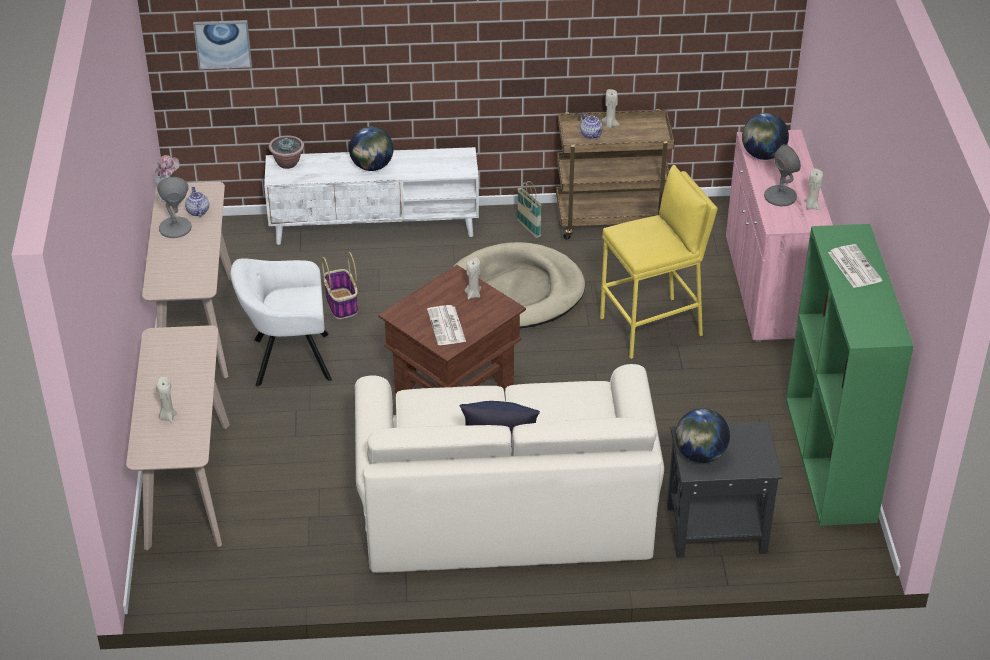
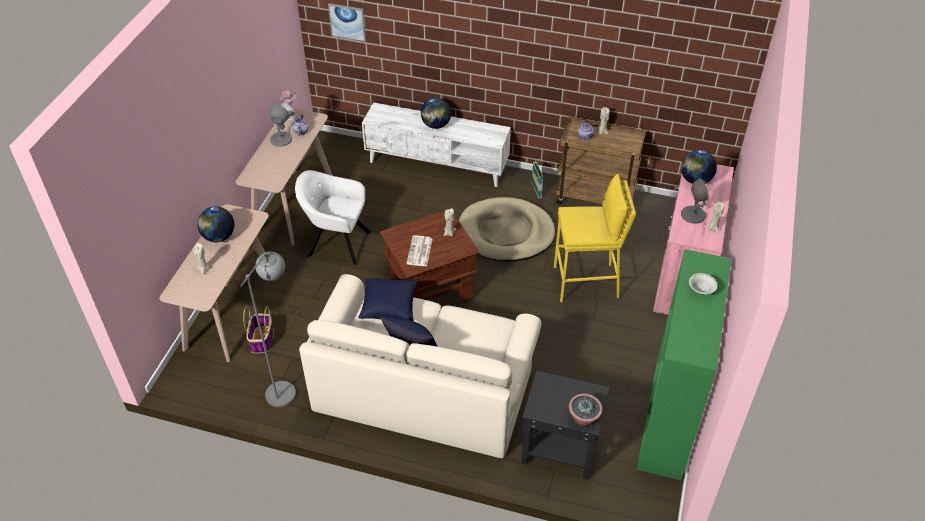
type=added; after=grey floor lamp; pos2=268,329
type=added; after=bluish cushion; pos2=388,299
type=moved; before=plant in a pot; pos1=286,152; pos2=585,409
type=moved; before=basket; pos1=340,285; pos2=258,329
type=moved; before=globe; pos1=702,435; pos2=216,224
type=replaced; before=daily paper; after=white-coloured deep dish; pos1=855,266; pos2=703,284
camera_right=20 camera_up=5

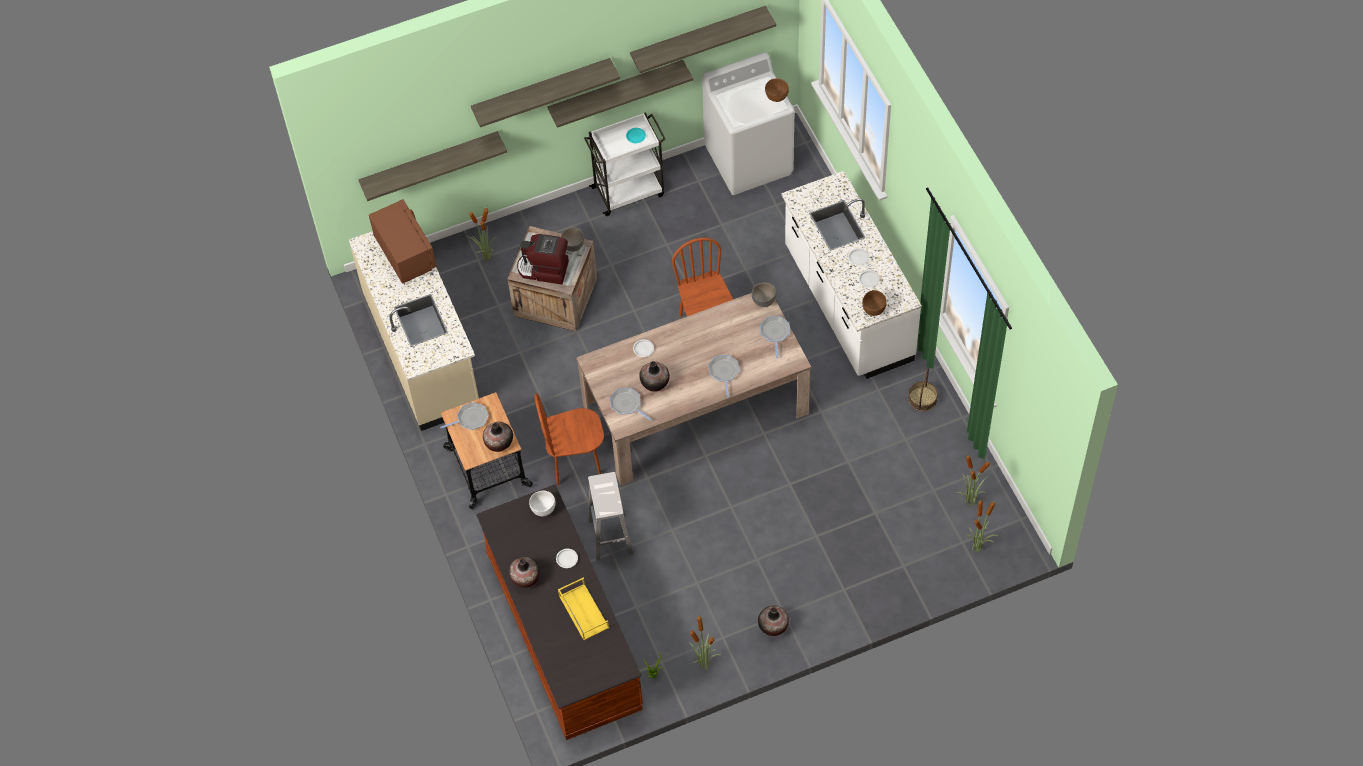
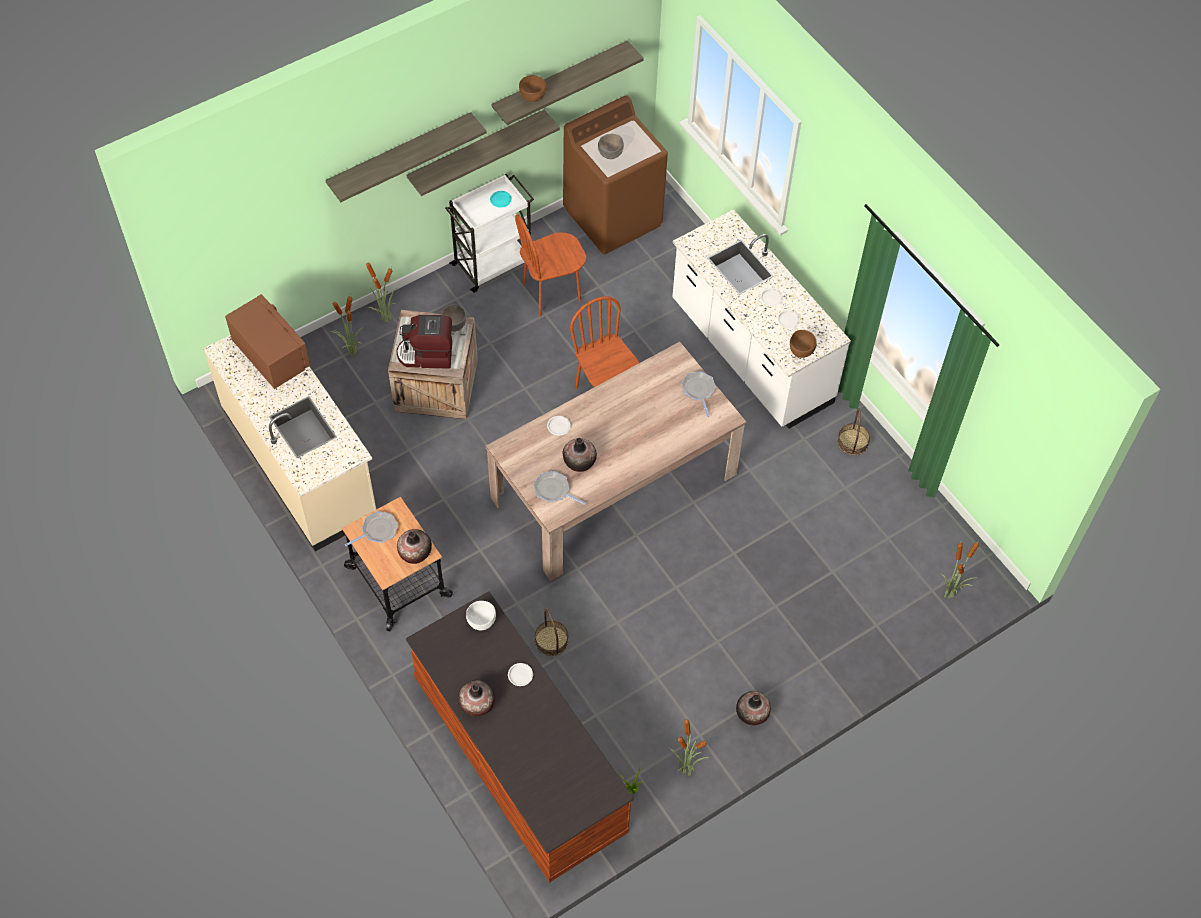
type=removed; before=bracket shelf; pos1=432,166
type=removed; before=yellow-coloured serving tray; pos1=583,609
type=removed; before=pan; pos1=723,376
type=moved; before=brownish chair; pos1=569,439; pos2=550,265
type=moved; before=grey deep dish; pos1=764,295; pos2=611,146
type=moved; before=brownish deep dish; pos1=777,90; pos2=532,88
type=moved; before=plant in a pot; pos1=973,480; pos2=381,293
type=replaced; before=white-coloured sitting stool; after=basket; pos1=610,516; pos2=551,632
type=recoloured; before=white-coloured washing machine; after=brownish washing machine; pos1=748,123; pos2=615,175
camera_right=-15 camera_up=0

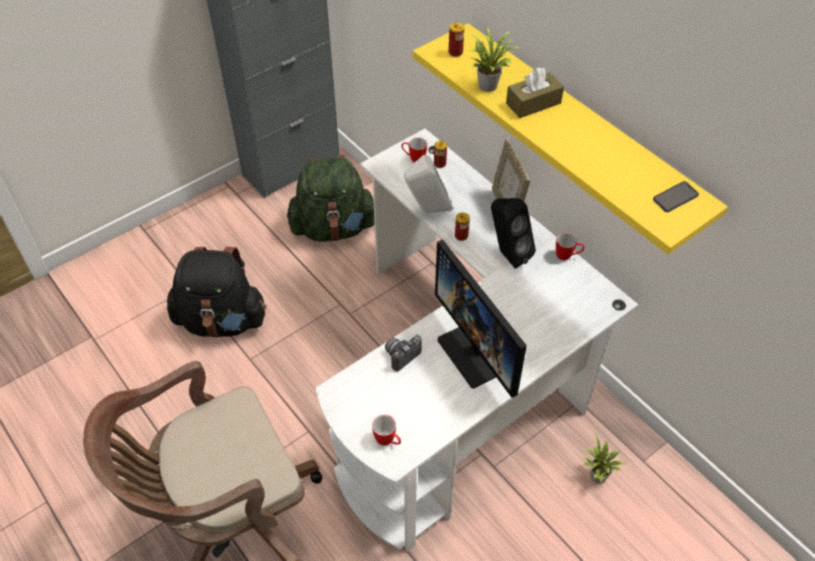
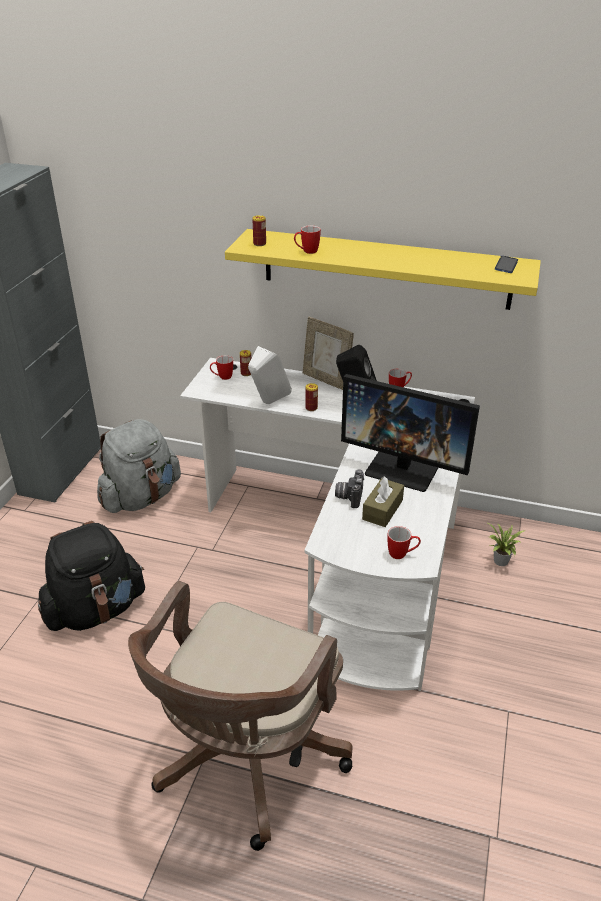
type=moved; before=brownish box of tissues; pos1=535,92; pos2=383,501
type=replaced; before=plant in a pot; after=mug; pos1=495,59; pos2=307,240
type=recoloured; before=greenish knapsack; after=grey knapsack; pos1=331,198; pos2=139,466
camera_right=-35 camera_up=-15

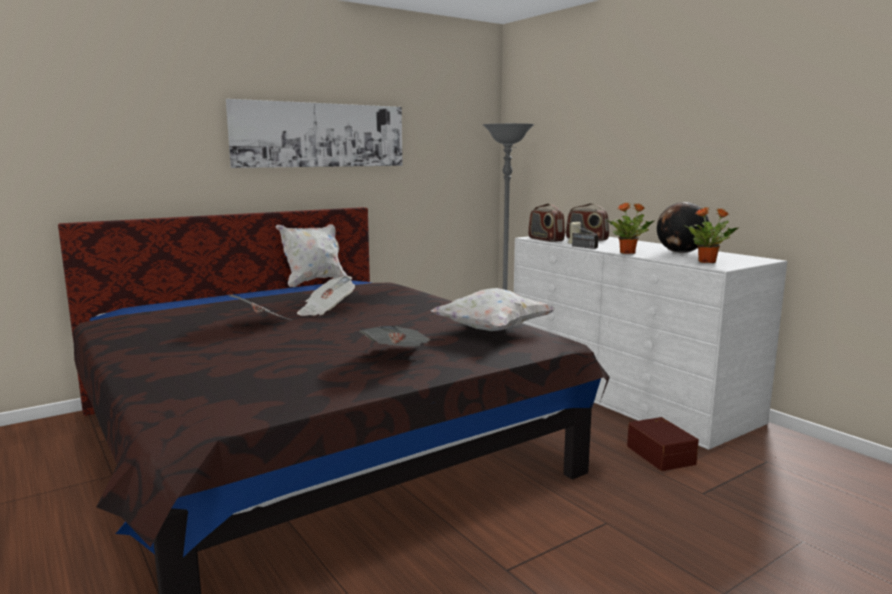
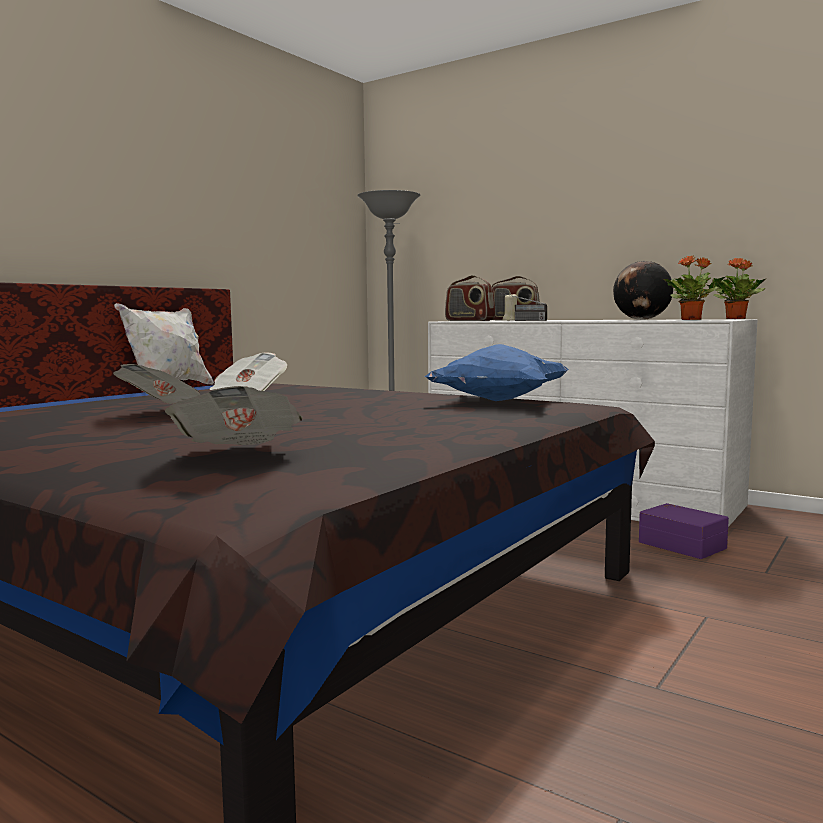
type=removed; before=picture; pos1=314,133
type=moved; before=daily paper; pos1=394,336; pos2=233,415
type=moved; before=plant in a pot; pos1=631,228; pos2=739,288
type=recoloured; before=white-coloured cushion; after=bluish cushion; pos1=493,309; pos2=496,372
type=recoloured; before=brownish storage box; after=purplish storage box; pos1=663,444; pos2=684,531
camera_right=-20 camera_up=-5

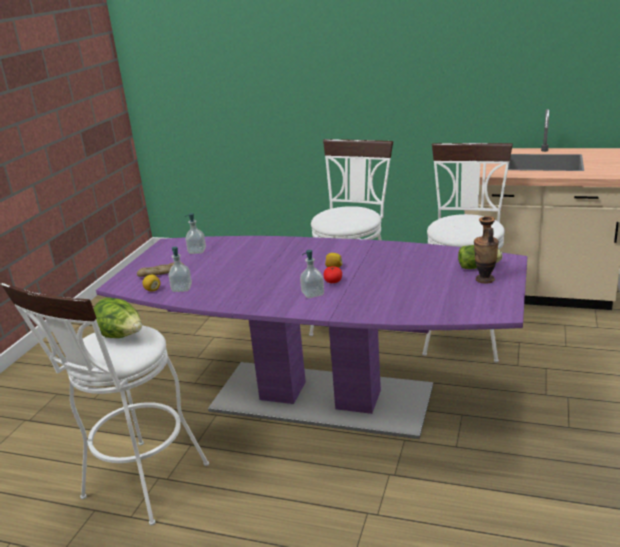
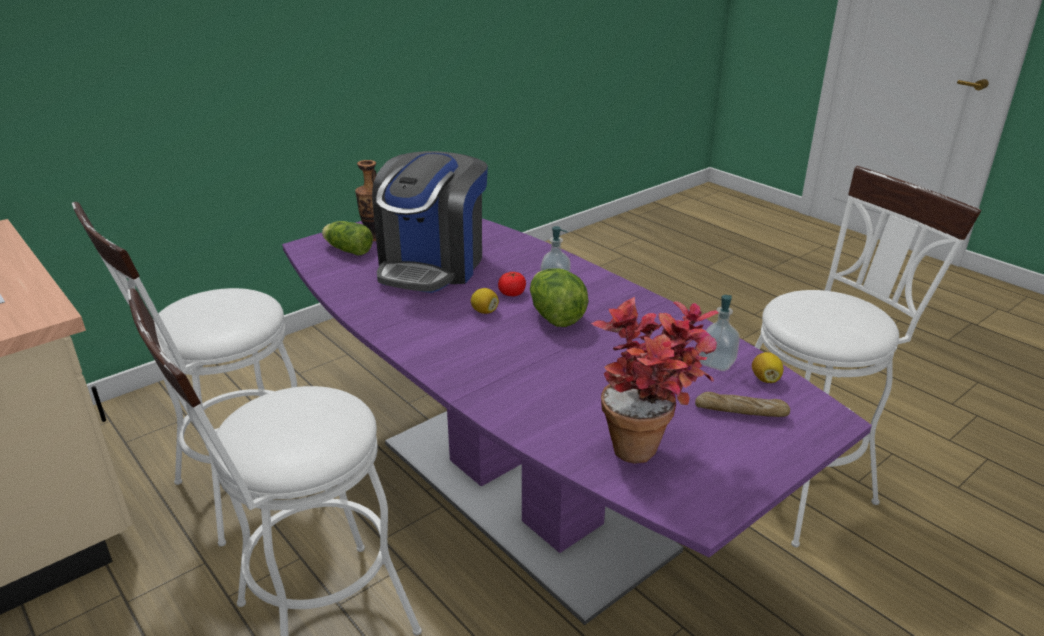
type=added; after=coffee maker; pos2=430,222
type=moved; before=lettuce head; pos1=117,317; pos2=559,298
type=replaced; before=liquid soap bottle; after=plant in a pot; pos1=195,233; pos2=654,380
camera_right=-150 camera_up=5

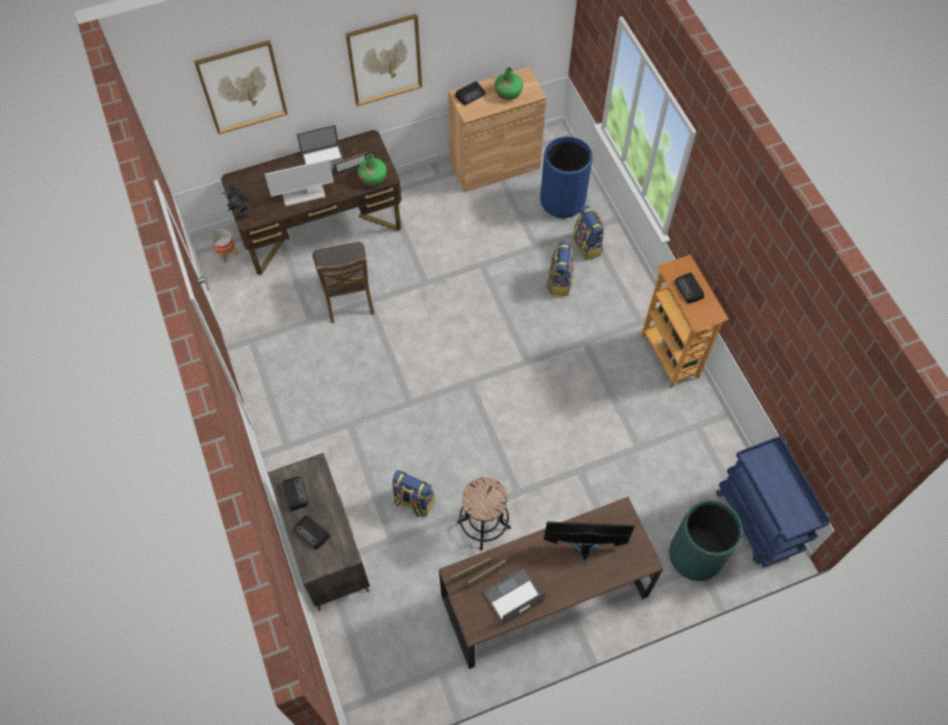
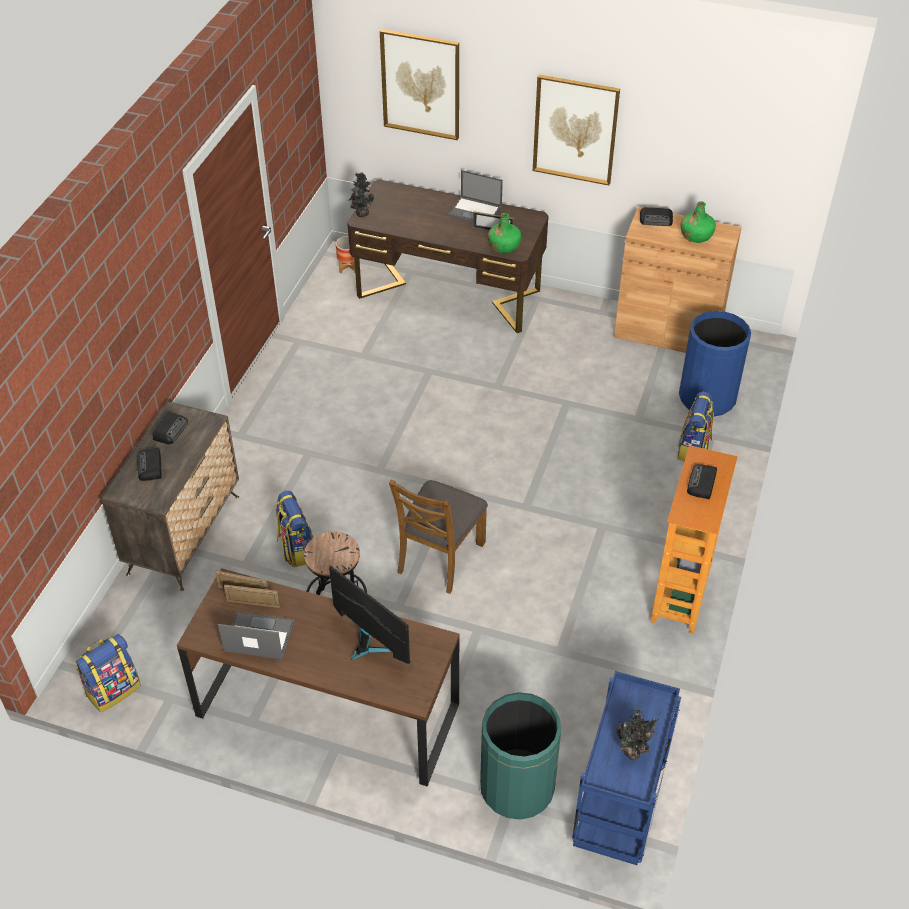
type=removed; before=monitor; pos1=299,182
type=added; after=plant in a pot; pos2=636,734
type=moved; before=brownish chair; pos1=343,282; pos2=438,537
type=moved; before=knapsack; pos1=560,268; pos2=108,673
camera_right=40 camera_up=-15

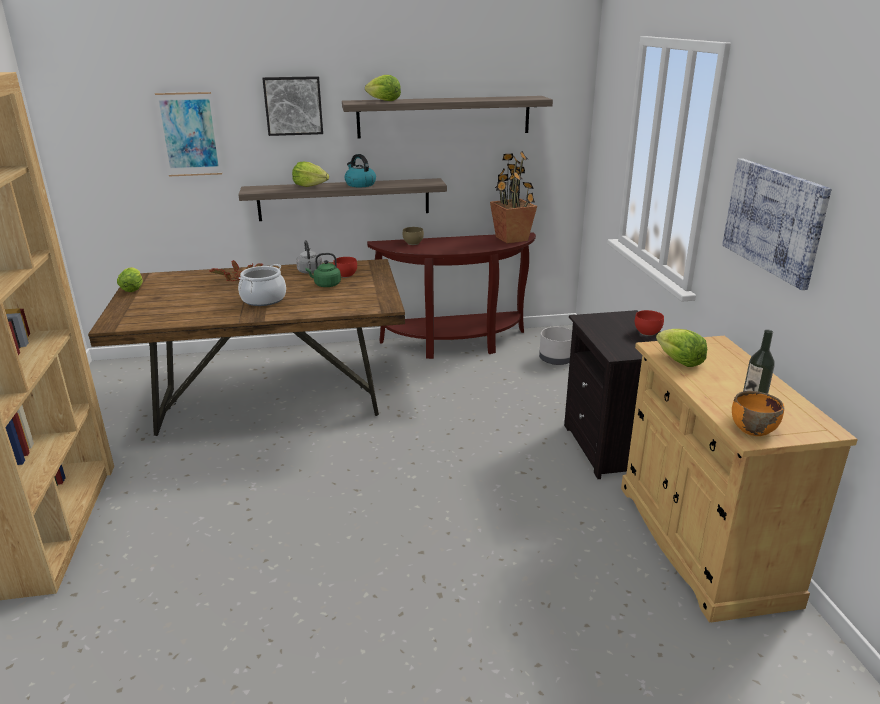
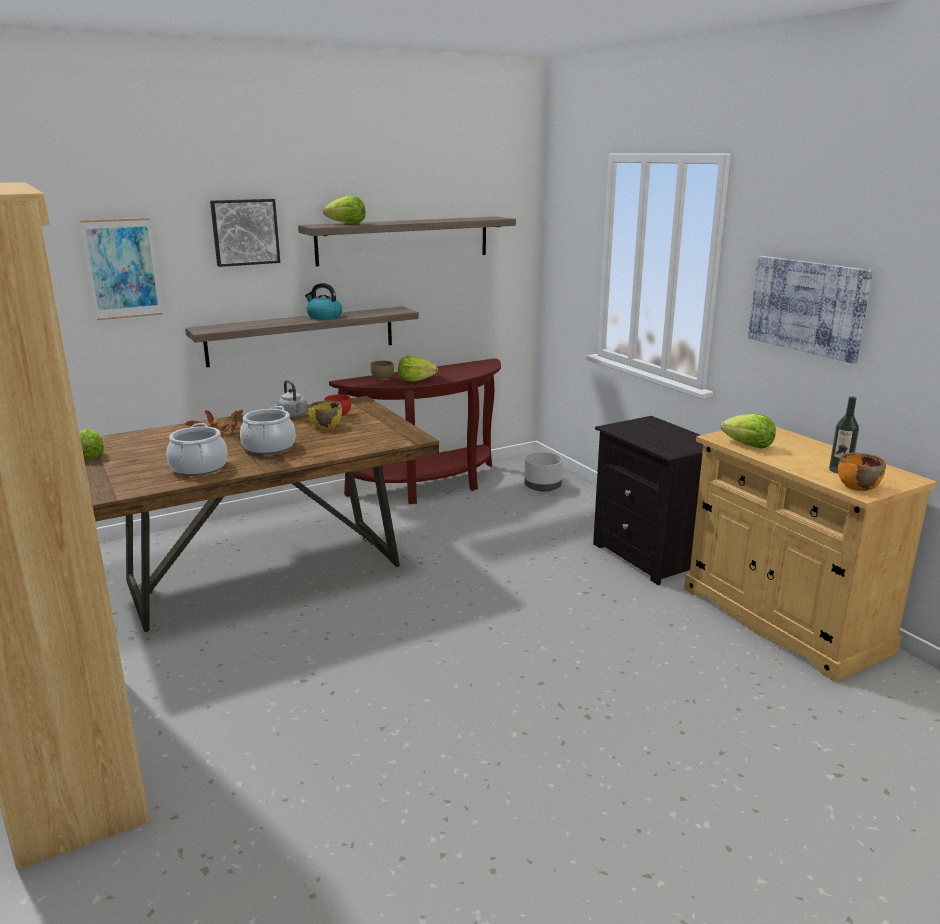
type=removed; before=plant in a pot; pos1=513,197
type=removed; before=red-coloured deep dish; pos1=649,323
type=added; after=cooking pot; pos2=197,449
type=moved; before=lettuce head; pos1=310,174; pos2=418,369
type=replaced; before=greenish kettle; after=yellow-coloured deep dish; pos1=323,270; pos2=325,415
camera_right=-20 camera_up=-5

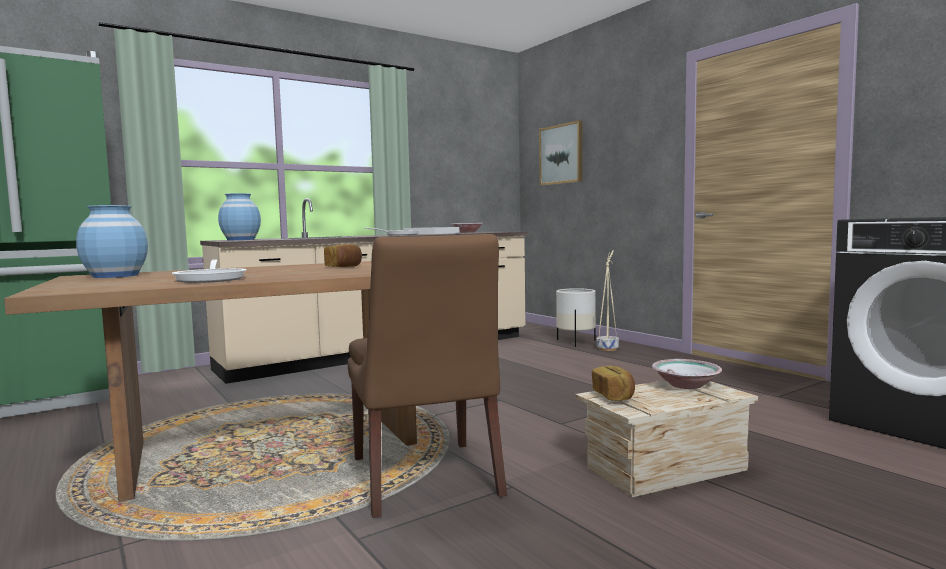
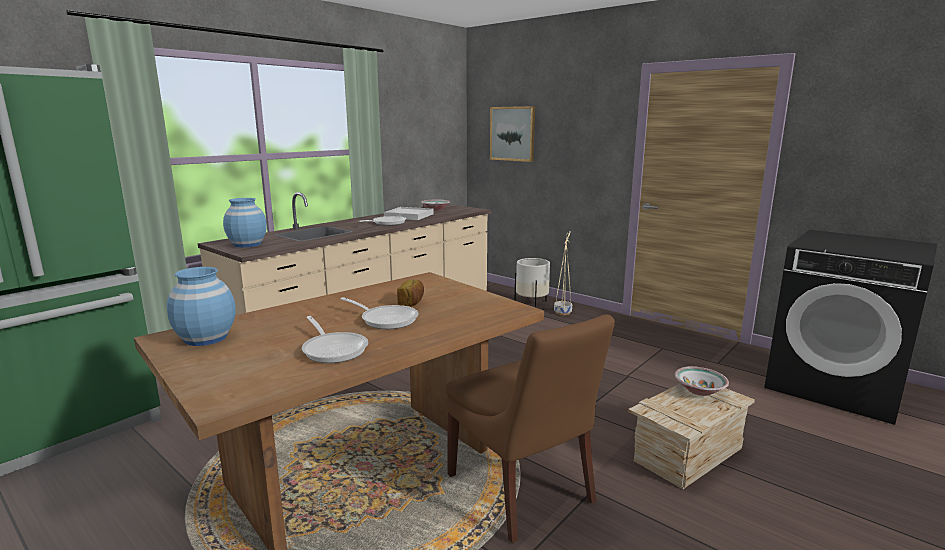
type=removed; before=bread; pos1=613,383
type=added; after=pan; pos2=379,313
camera_right=-15 camera_up=10

